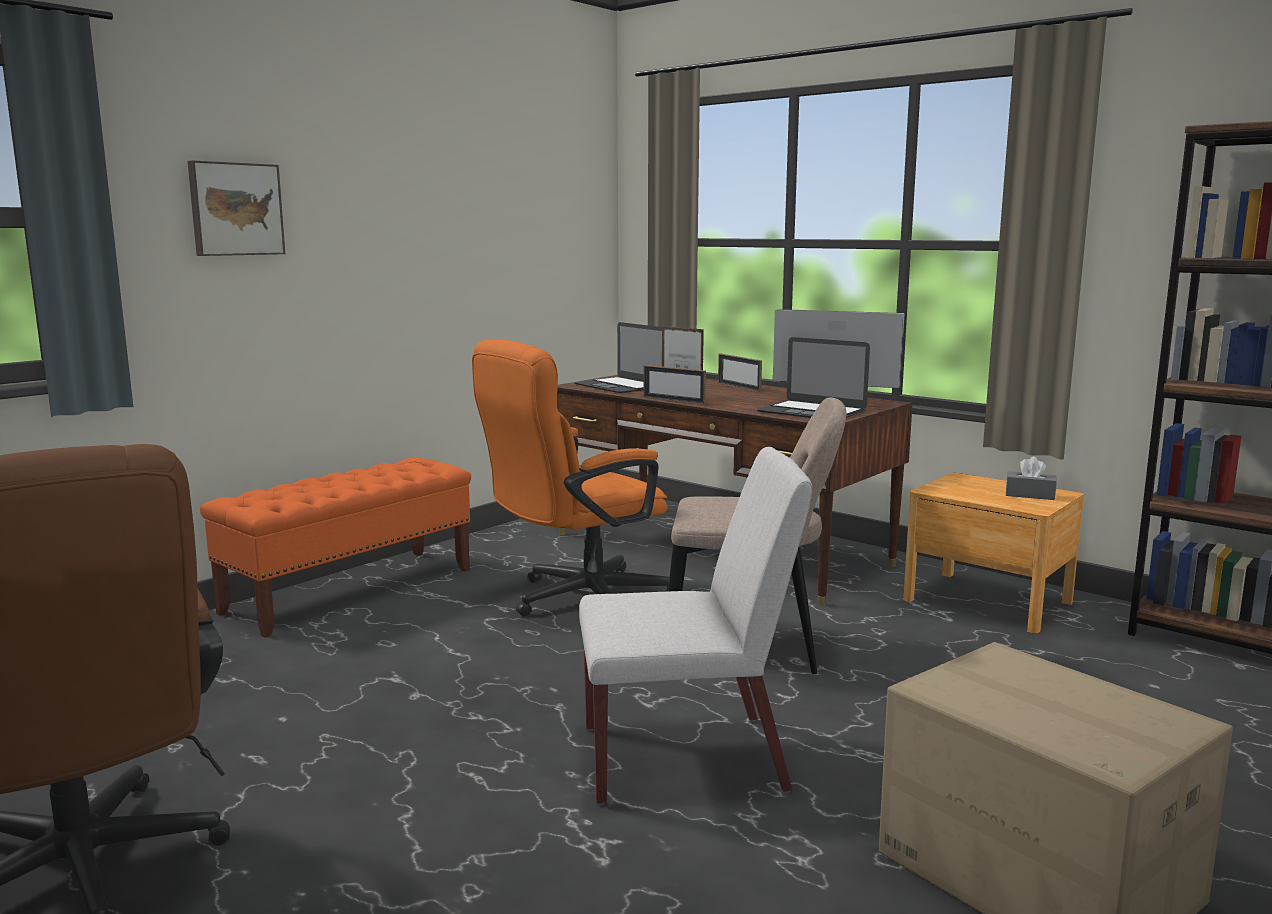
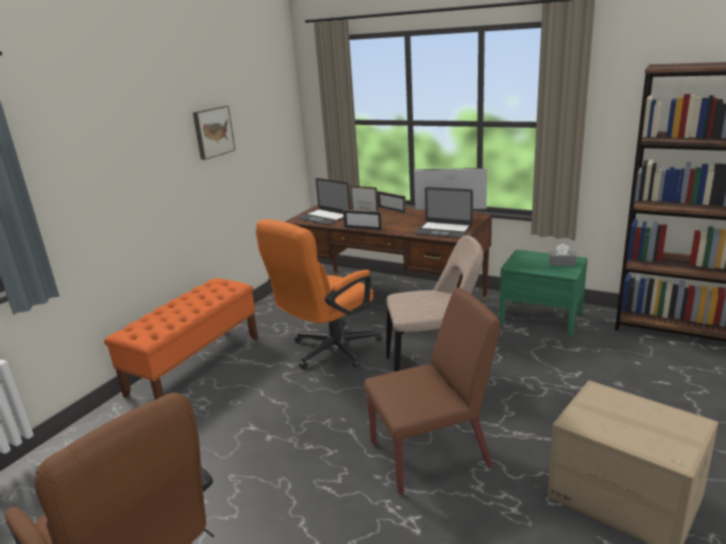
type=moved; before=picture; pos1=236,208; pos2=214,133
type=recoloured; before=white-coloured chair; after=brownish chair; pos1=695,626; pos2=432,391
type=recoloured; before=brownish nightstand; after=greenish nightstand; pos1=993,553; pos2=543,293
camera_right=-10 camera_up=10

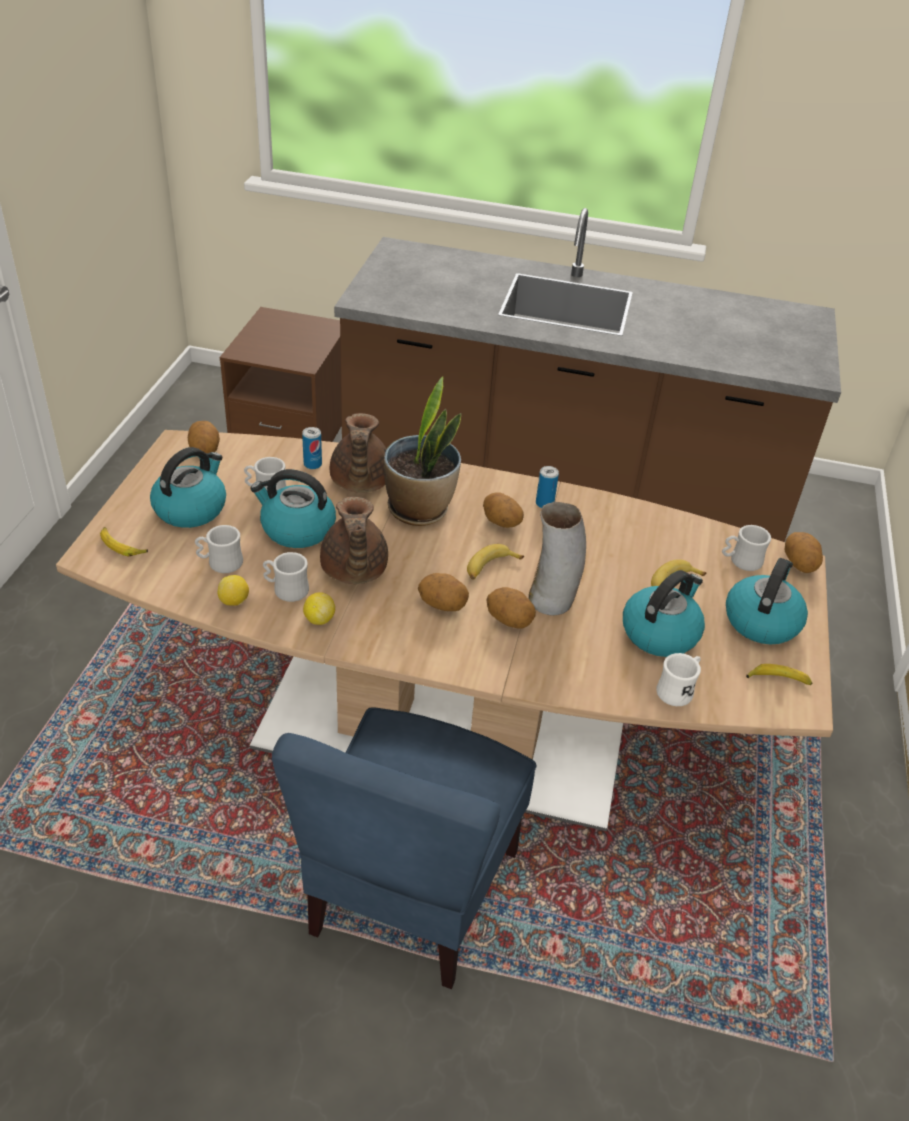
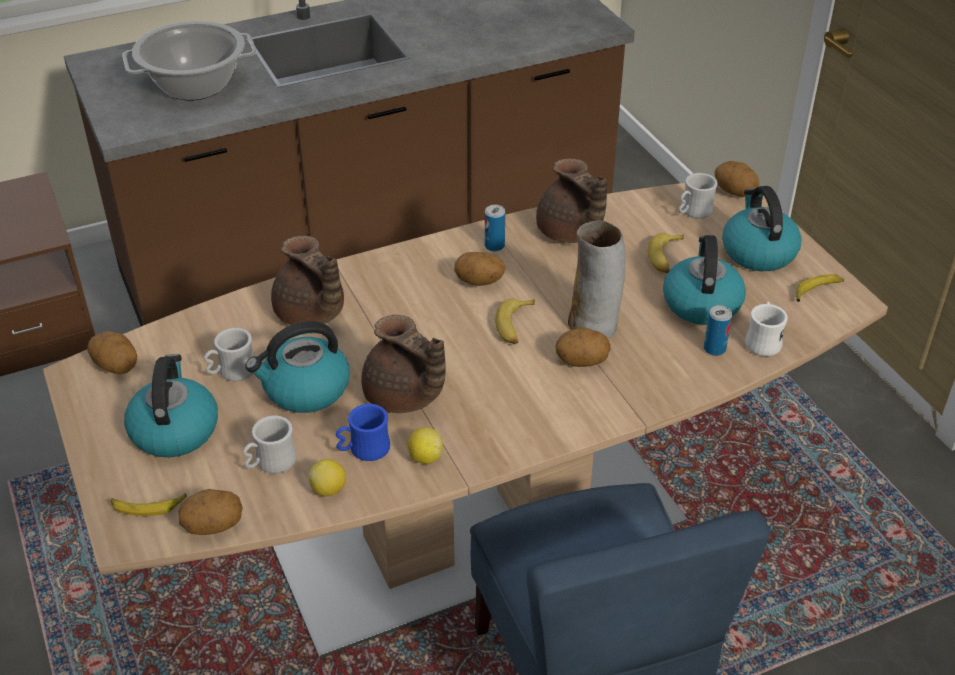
type=removed; before=plant in a pot; pos1=422,451
type=added; after=cooking pot; pos2=189,60
type=added; after=brownish pot for tea; pos2=571,200
type=moved; before=can; pos1=312,448; pos2=718,330
type=moved; before=spud; pos1=443,592; pos2=210,512
type=recoloured; before=white-coloured mug; after=bluish mug; pos1=286,577; pos2=363,432
camera_right=-35 camera_up=0

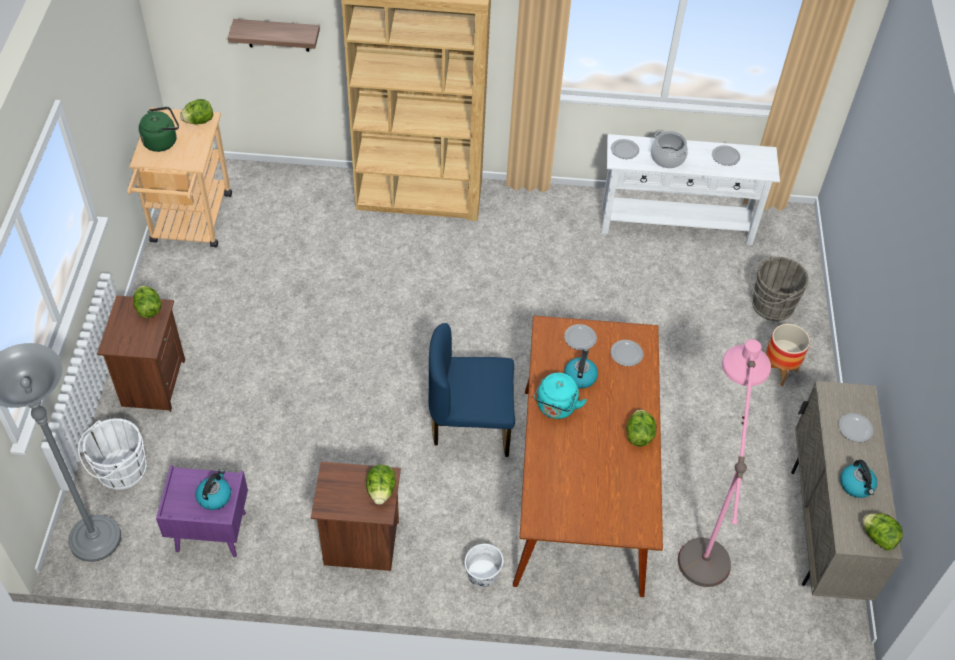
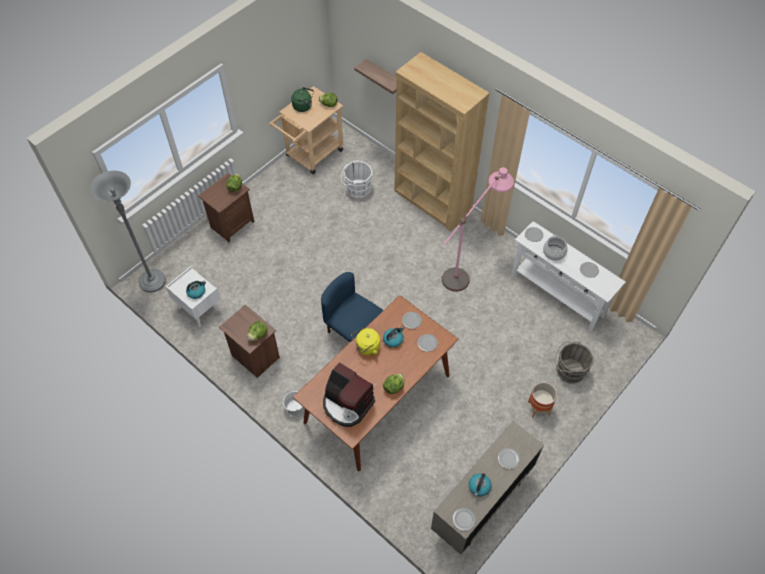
type=added; after=coffee maker; pos2=349,394
type=moved; before=white-coloured water bucket; pos1=112,454; pos2=357,179
type=moved; before=pink-coloured floor lamp; pos1=724,463; pos2=478,229
type=replaced; before=lettuce head; after=flat dish; pos1=882,532; pos2=464,519
type=recoloured; before=purplish nightstand; after=white-coloured nightstand; pos1=202,511; pos2=193,296
type=recoloured; before=turquoise-coloured kettle; after=yellow-coloured kettle; pos1=560,396; pos2=365,341
camera_right=40 camera_up=5

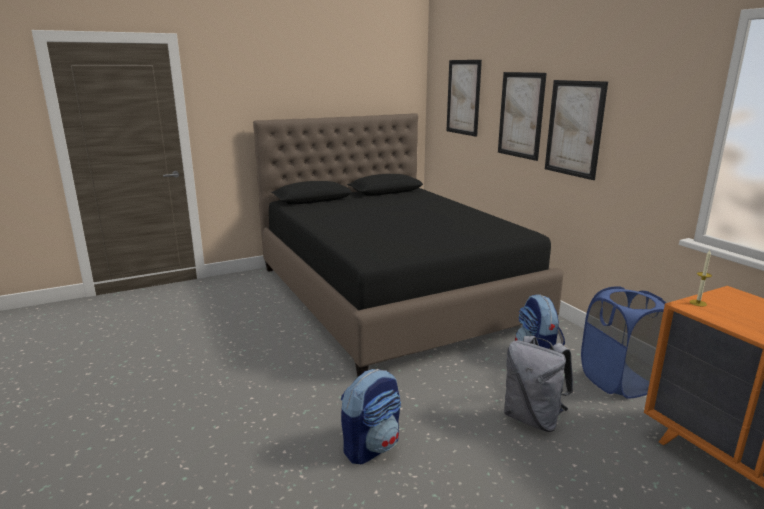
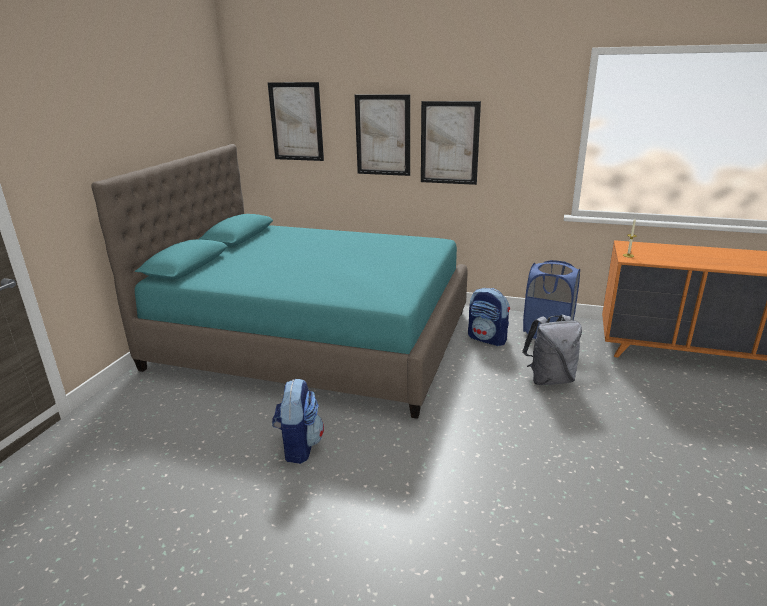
type=moved; before=knapsack; pos1=371,416; pos2=298,421
type=recoloured; before=black bed; after=turquoise-coloured bed; pos1=408,245; pos2=279,281
camera_right=-45 camera_up=5

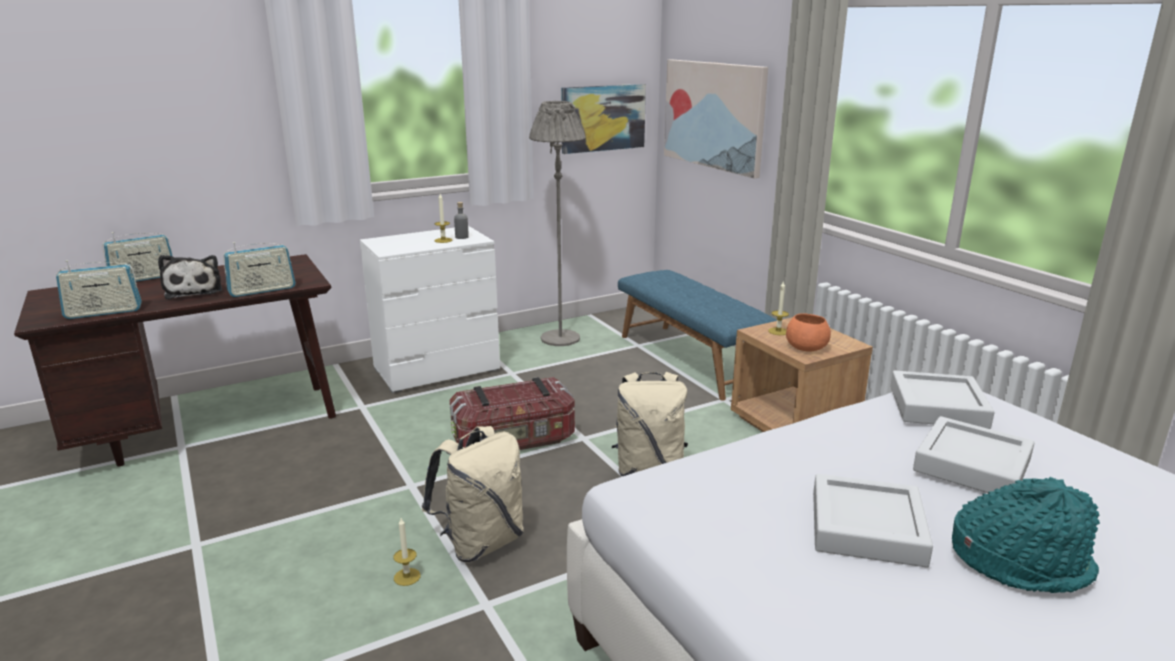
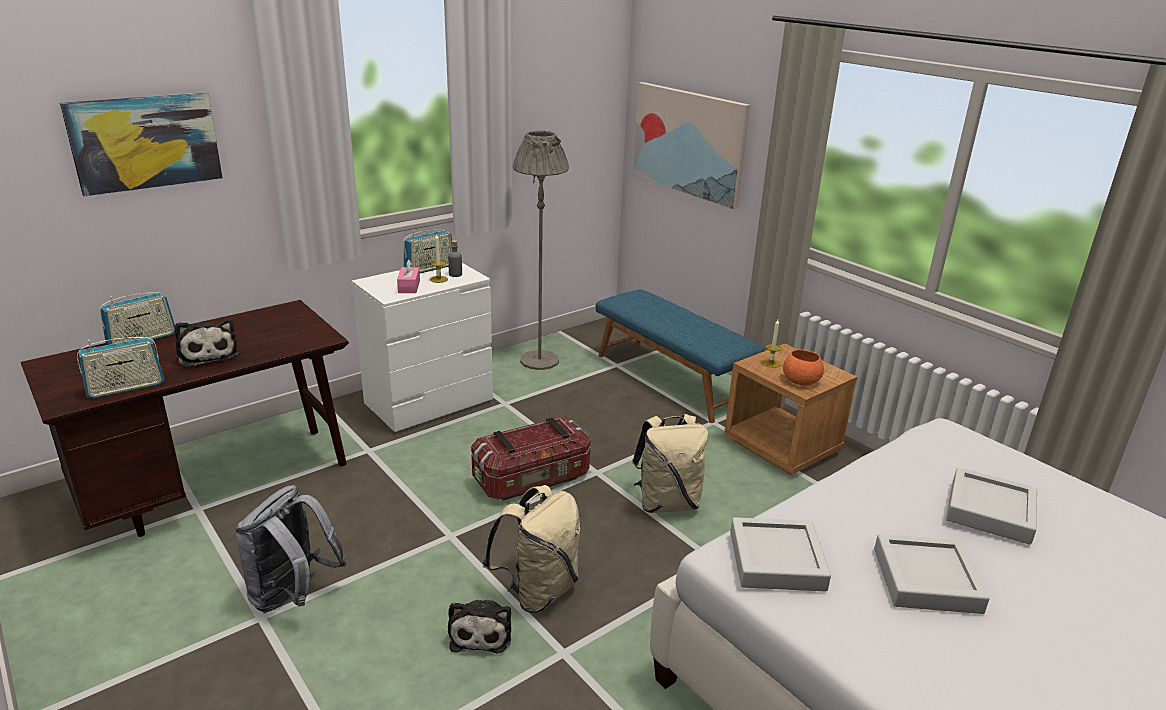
type=removed; before=turquoise-coloured clothing hat; pos1=1026,535
type=added; after=grey knapsack; pos2=291,548
type=added; after=pink-coloured box of tissues; pos2=408,276
type=moved; before=radio; pos1=259,269; pos2=427,251
type=moved; before=picture; pos1=603,119; pos2=141,144
type=moved; before=grey serving tray; pos1=942,399; pos2=780,554
type=replaced; before=candle; after=soft toy; pos1=406,552; pos2=479,626
camera_right=-10 camera_up=5

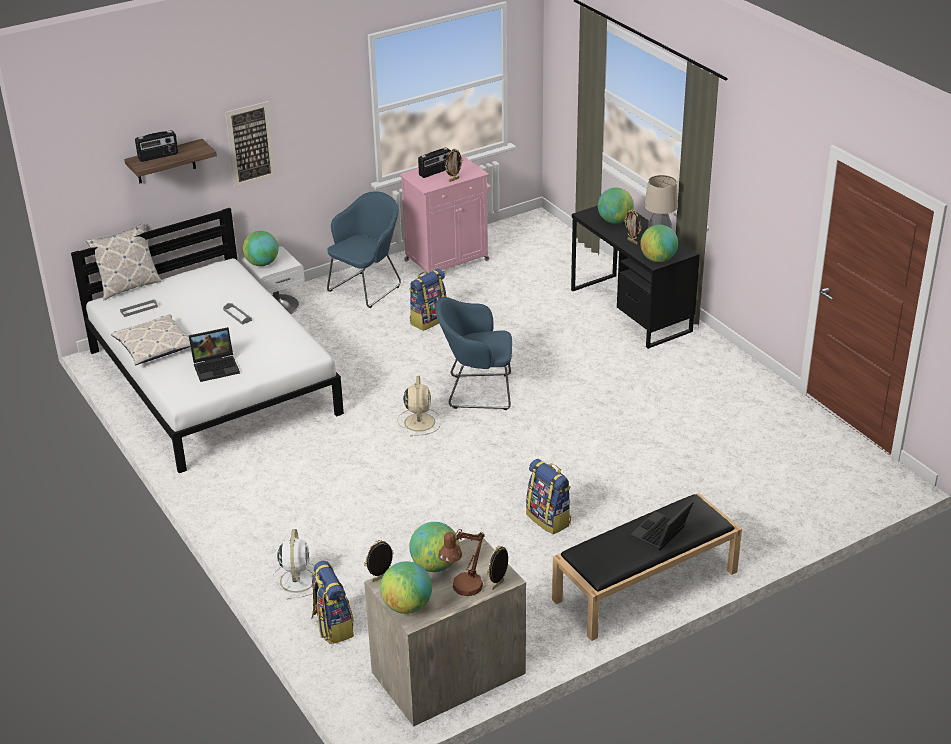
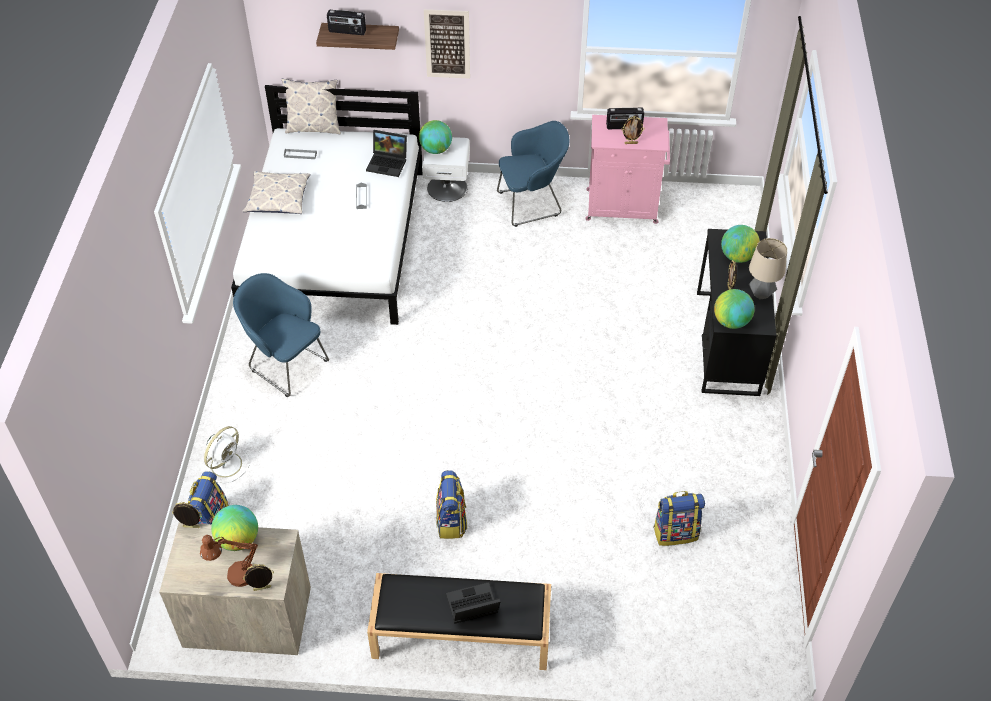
type=removed; before=globe; pos1=406,587
type=removed; before=beige-coloured fan; pos1=419,406
type=moved; before=laptop; pos1=214,354; pos2=386,153
type=moved; before=knapsack; pos1=428,300; pos2=679,518
type=moved; before=bluish easy chair; pos1=473,353; pos2=281,335
camera_right=35 camera_up=15

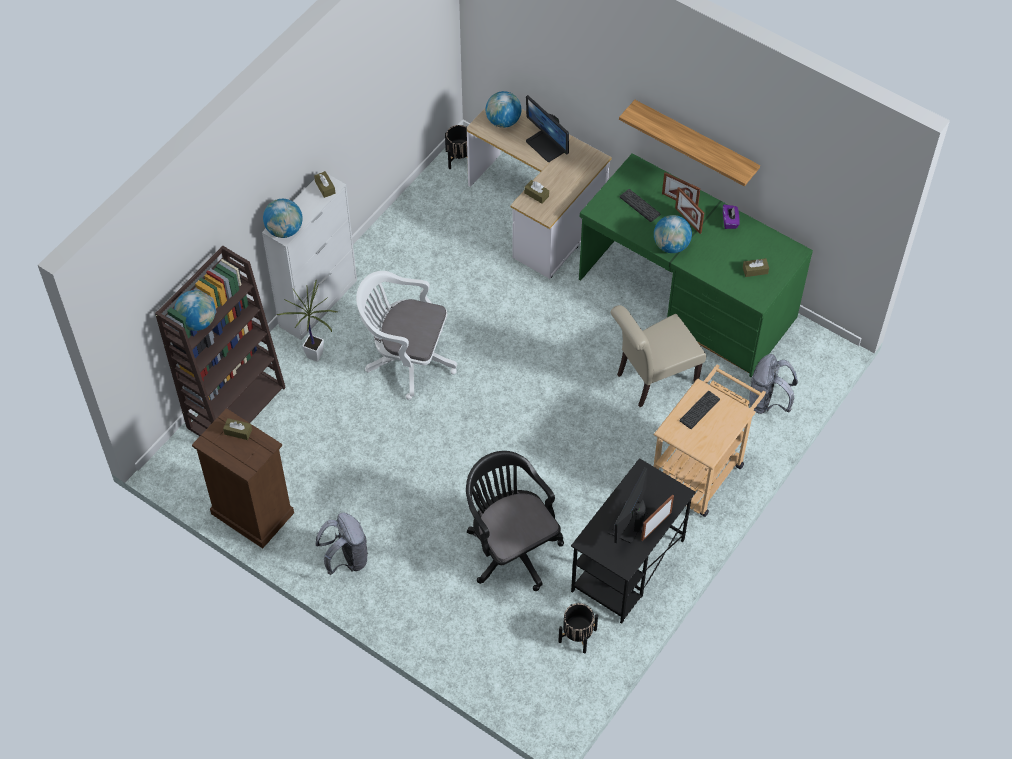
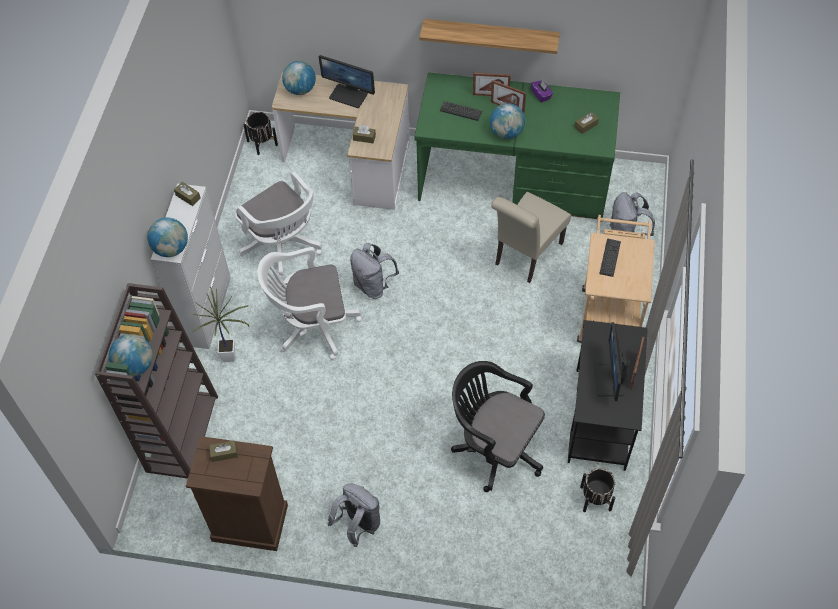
type=added; after=white-coloured desk chair; pos2=278,224
type=added; after=grey knapsack; pos2=374,271
camera_right=-25 camera_up=0

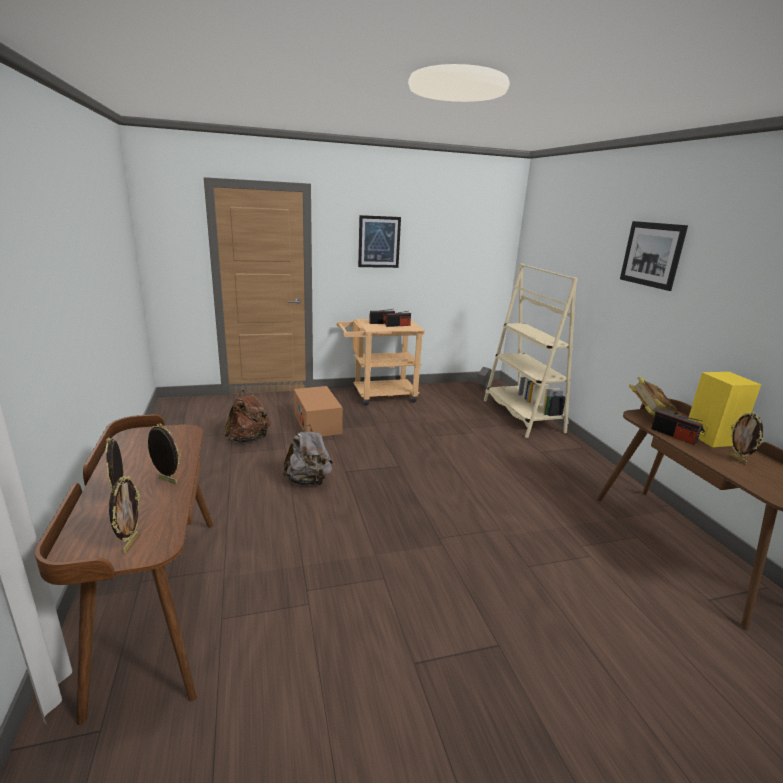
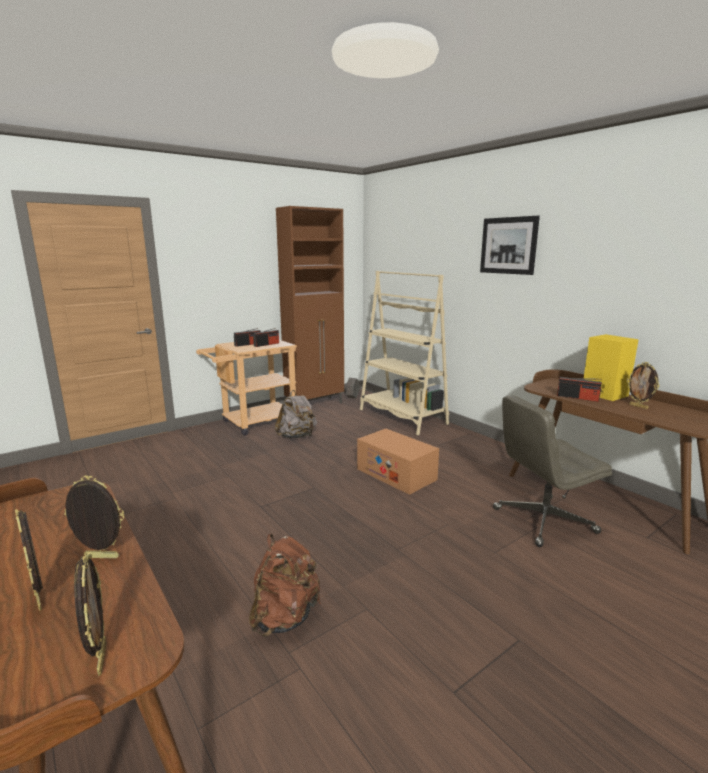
type=removed; before=picture; pos1=379,241
type=removed; before=book; pos1=654,396
type=added; after=brownish storage cabinet; pos2=310,304
type=added; after=grey desk chair; pos2=552,471
type=moved; before=brownish knapsack; pos1=247,416; pos2=285,585
type=moved; before=grey knapsack; pos1=308,455; pos2=296,414
type=moved; before=packing box; pos1=318,411; pos2=398,462
camera_right=-20 camera_up=-5

